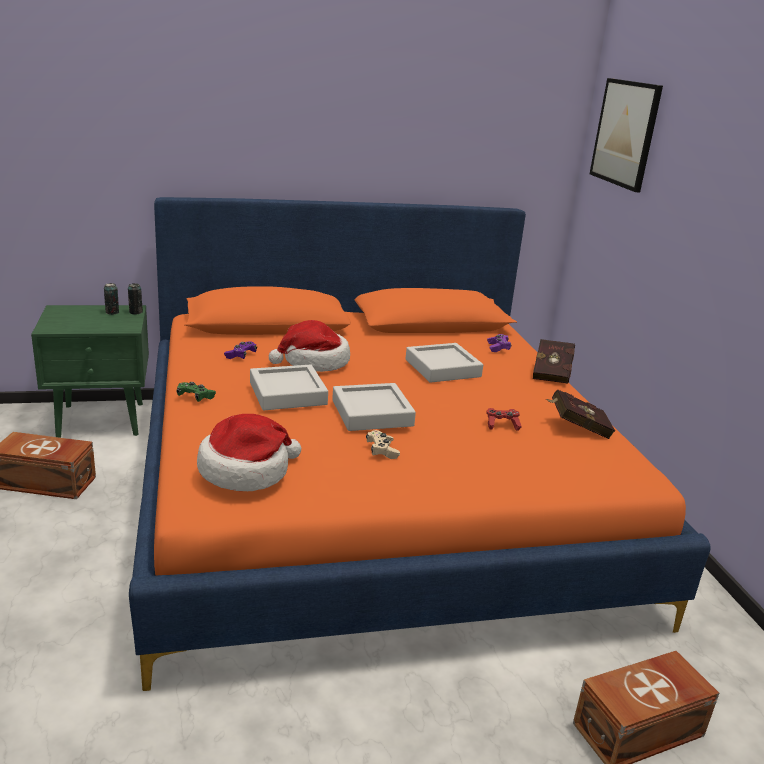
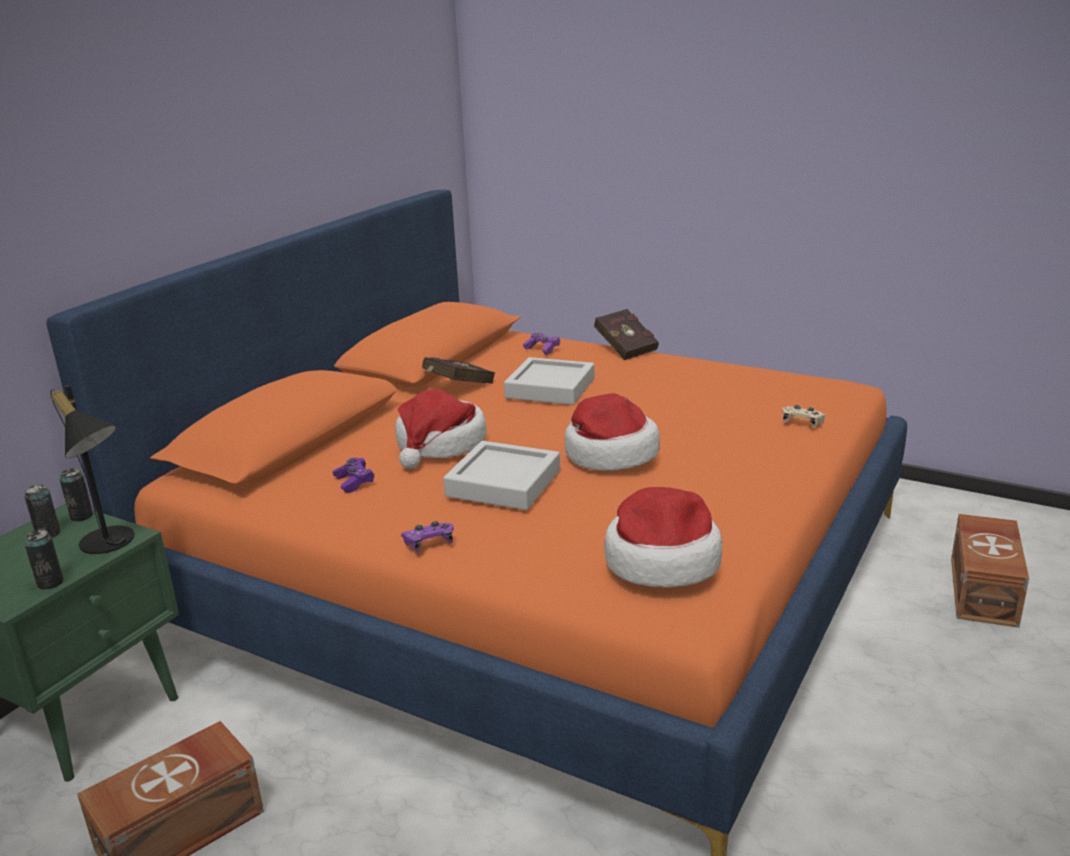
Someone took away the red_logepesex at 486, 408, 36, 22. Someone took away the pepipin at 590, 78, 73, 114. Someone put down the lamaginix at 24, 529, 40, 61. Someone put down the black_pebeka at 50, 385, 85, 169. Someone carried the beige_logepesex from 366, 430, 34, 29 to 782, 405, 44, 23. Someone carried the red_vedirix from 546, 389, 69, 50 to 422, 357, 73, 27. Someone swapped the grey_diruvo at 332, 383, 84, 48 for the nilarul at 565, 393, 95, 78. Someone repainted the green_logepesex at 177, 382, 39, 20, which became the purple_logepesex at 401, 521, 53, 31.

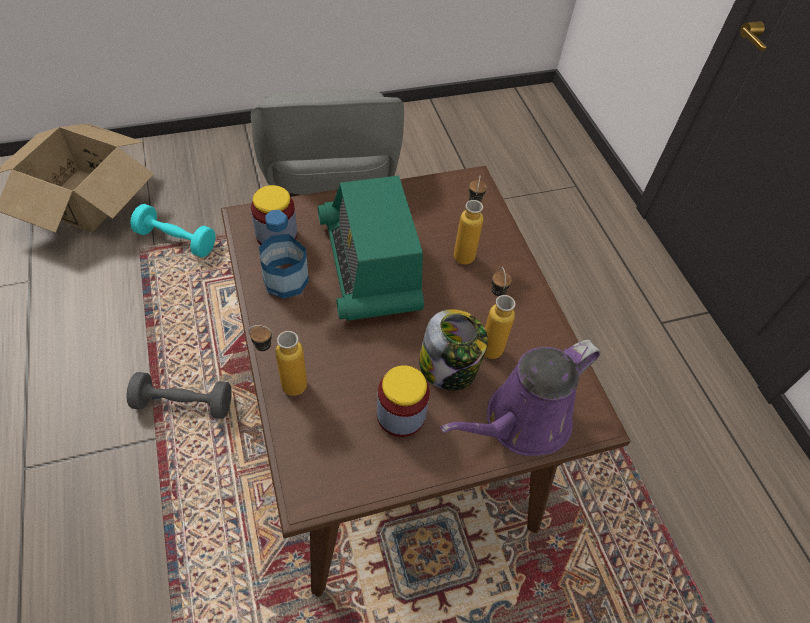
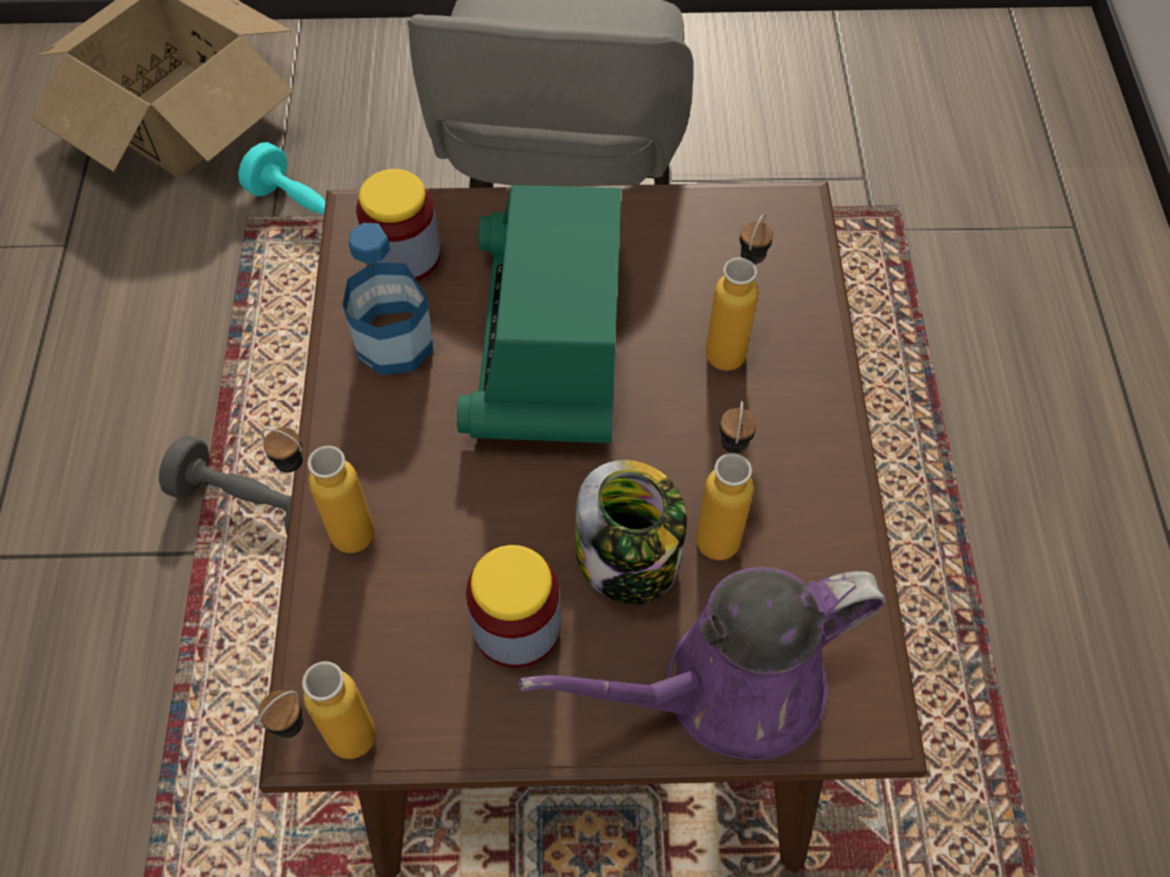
Someone put down the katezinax at 257, 661, 119, 98.

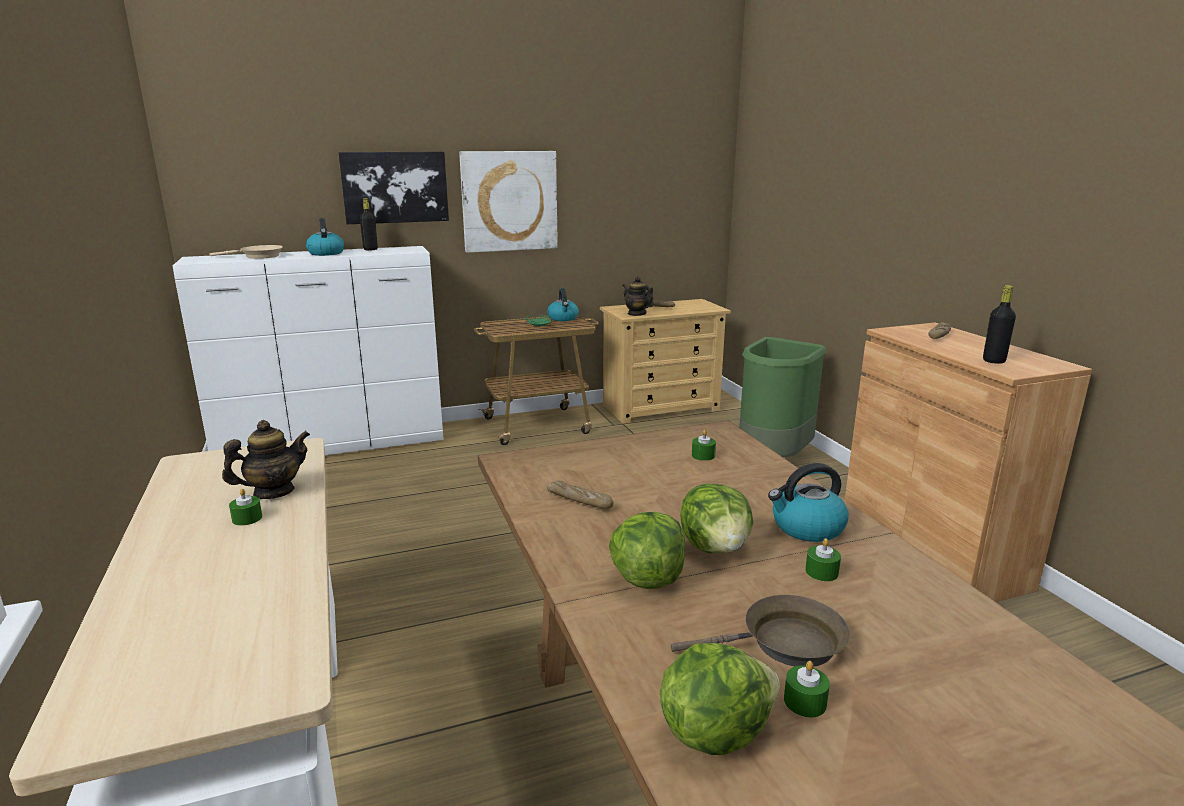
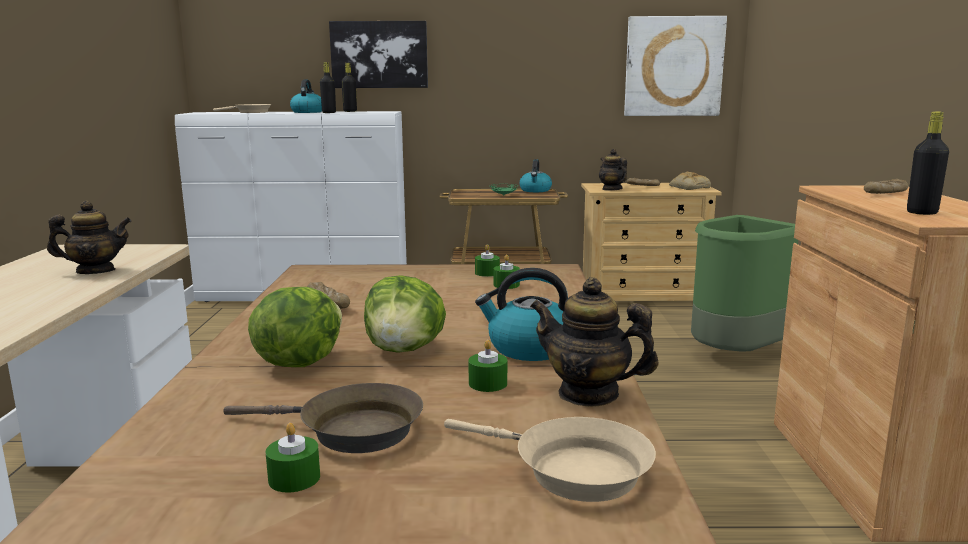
Someone took away the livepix at 660, 643, 120, 112. Someone put down the black_katezinax at 320, 62, 16, 51. Someone put down the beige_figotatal at 444, 417, 212, 85. Someone put down the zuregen at 530, 277, 129, 130. Someone put down the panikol at 669, 172, 42, 18. Someone carried the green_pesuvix from 229, 489, 33, 37 to 475, 244, 25, 33. Someone carried the pepipin from 459, 151, 99, 102 to 624, 16, 103, 100.

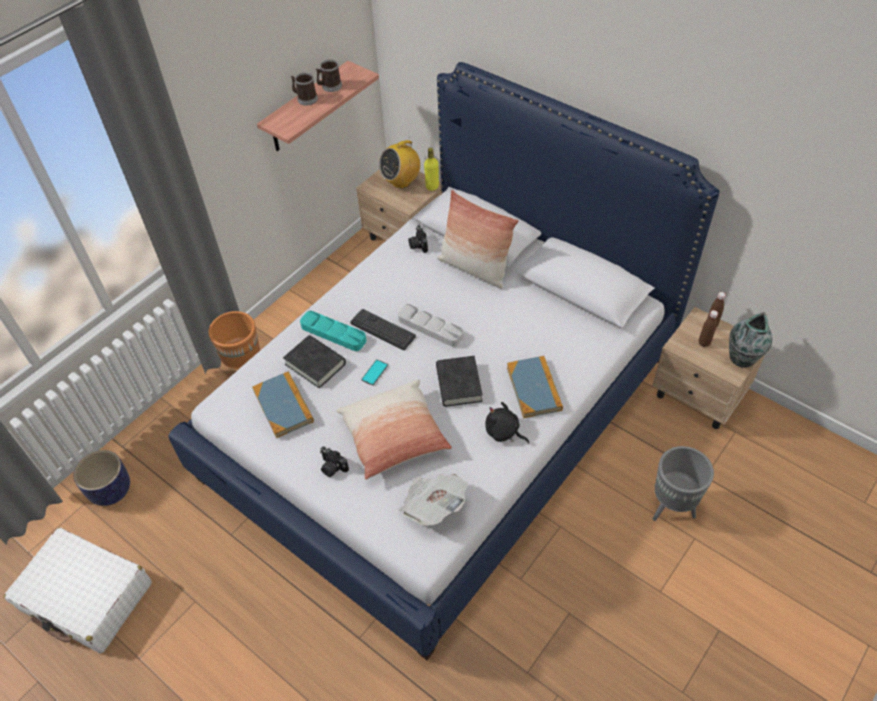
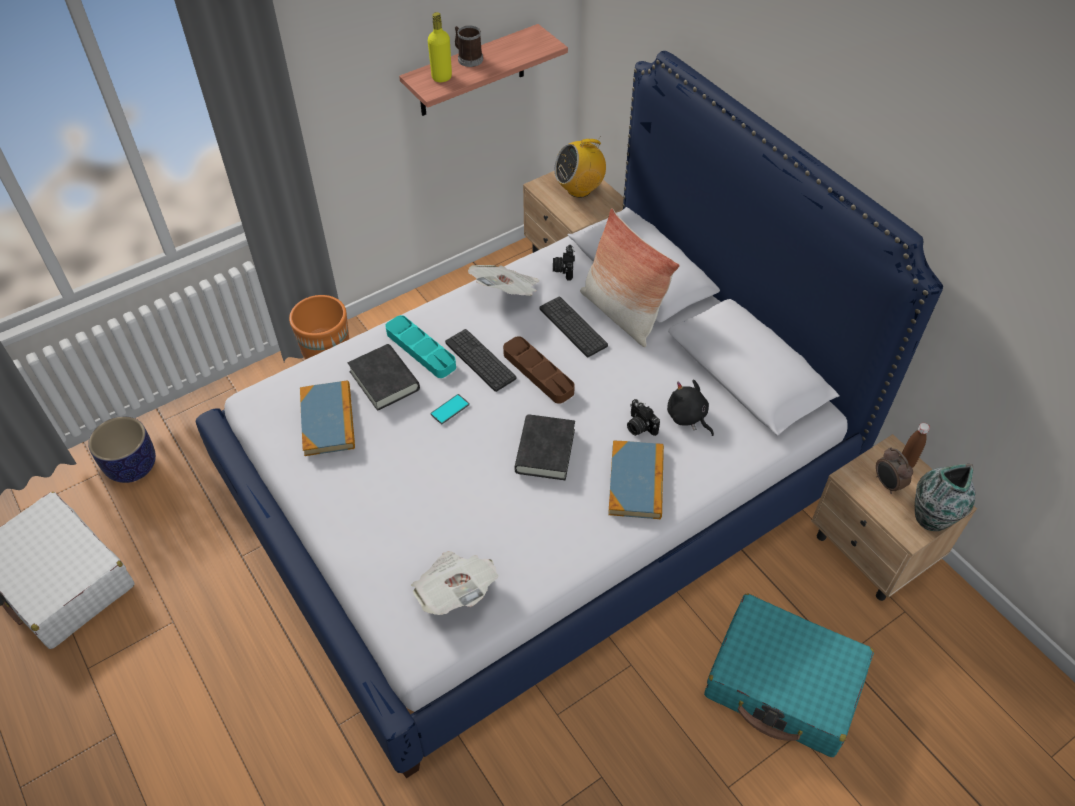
Someone took away the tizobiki at 316, 60, 26, 32. Someone took away the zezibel at 336, 380, 116, 100. Someone put down the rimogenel at 468, 265, 71, 31. Someone put down the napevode at 540, 297, 68, 60. Someone carried the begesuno from 320, 446, 29, 31 to 627, 399, 33, 37. Someone carried the yellow_katezinax from 424, 148, 15, 43 to 428, 12, 24, 70. Someone carried the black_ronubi from 485, 402, 44, 41 to 667, 379, 47, 57. Someone swapped the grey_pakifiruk at 653, 446, 61, 75 for the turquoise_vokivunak at 704, 593, 170, 164. Someone swapped the brown_katezinax at 699, 310, 19, 37 for the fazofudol at 876, 447, 37, 47. Someone repainted the grey_diruvo at 398, 304, 65, 43, which became the brown_diruvo at 503, 336, 72, 68.

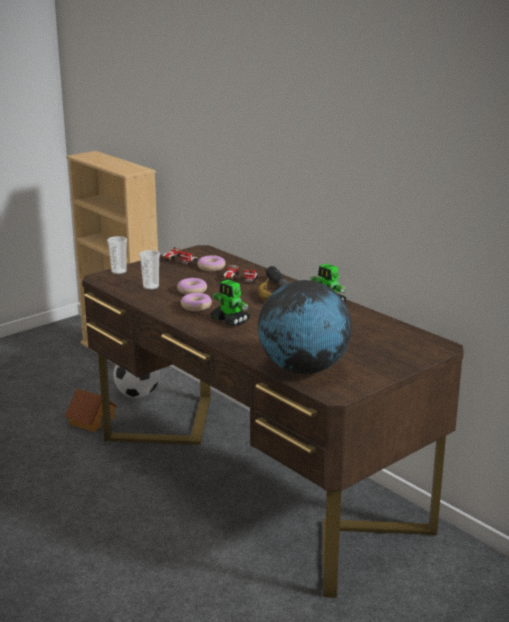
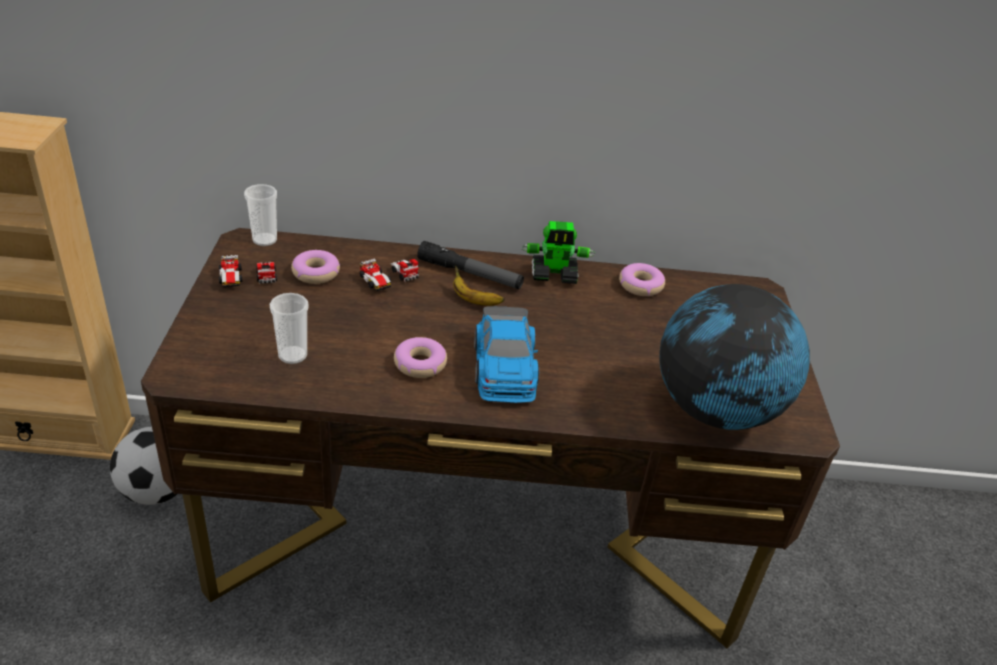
Someone took away the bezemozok at 65, 388, 52, 44. Someone carried the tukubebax from 107, 236, 20, 38 to 244, 184, 33, 62. Someone carried the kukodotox from 177, 278, 30, 17 to 619, 263, 46, 33. Someone swapped the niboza at 210, 280, 40, 47 for the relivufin at 474, 306, 65, 97.

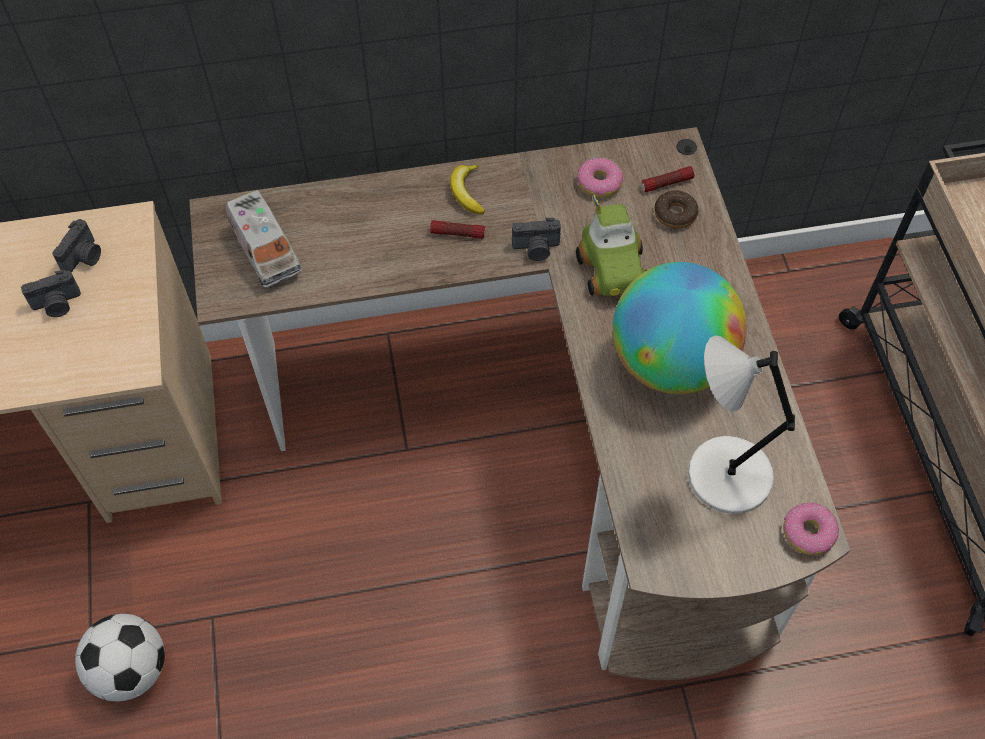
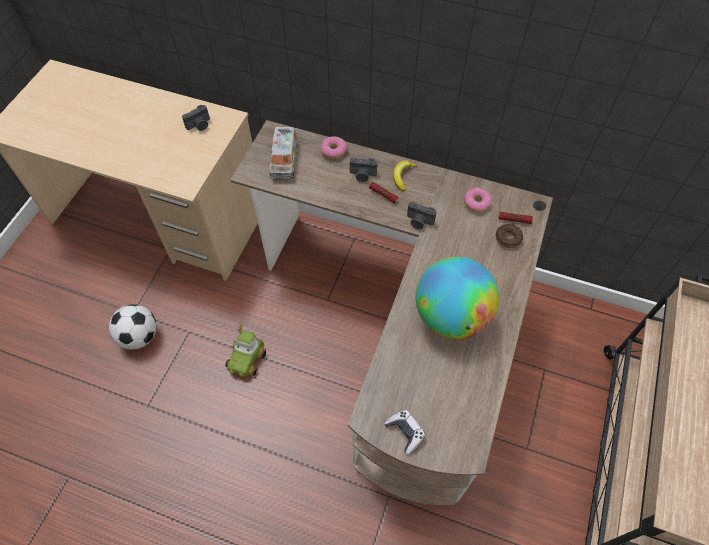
Someone took away the grey_pebeka at 688, 336, 107, 178. Someone put down the logepesex at 384, 410, 41, 45. Someone carried the begesuno from 21, 270, 60, 47 to 350, 158, 27, 24. Someone carried the relivufin from 576, 194, 71, 102 to 225, 323, 41, 54. Someone carried the kukodotox from 783, 503, 56, 52 to 321, 136, 26, 23.

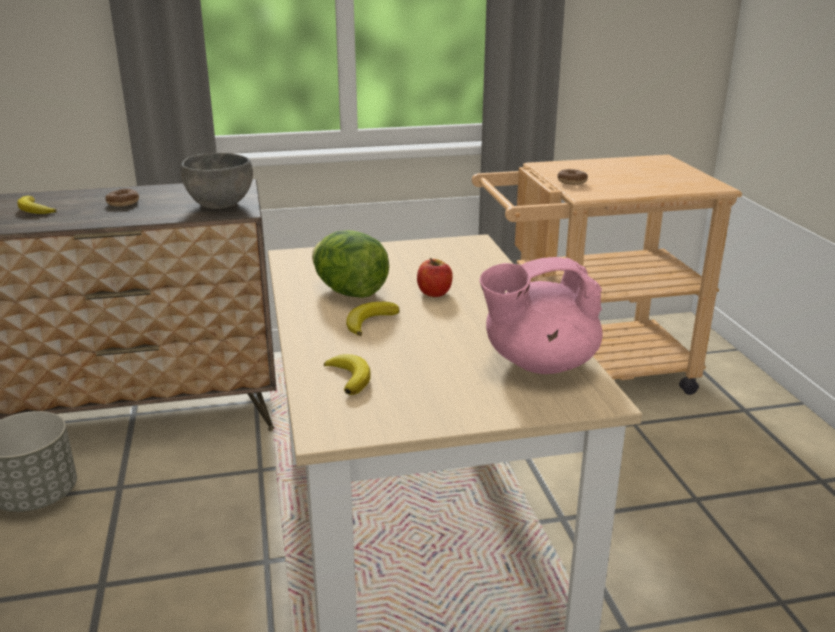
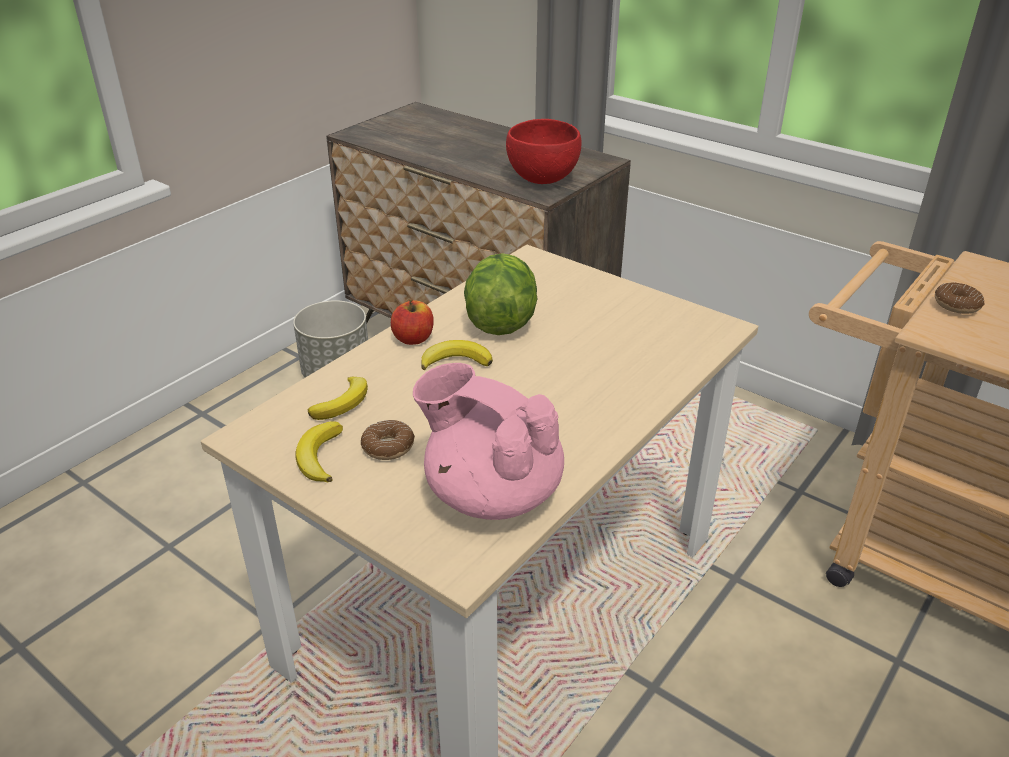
Someone carried the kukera from 17, 196, 40, 18 to 295, 421, 48, 61. Someone carried the kukodotox from 105, 188, 34, 19 to 361, 420, 54, 40. Someone carried the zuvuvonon from 417, 258, 36, 39 to 391, 300, 43, 45. Someone repainted the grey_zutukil at 180, 153, 73, 56, which became the red_zutukil at 506, 119, 75, 65.

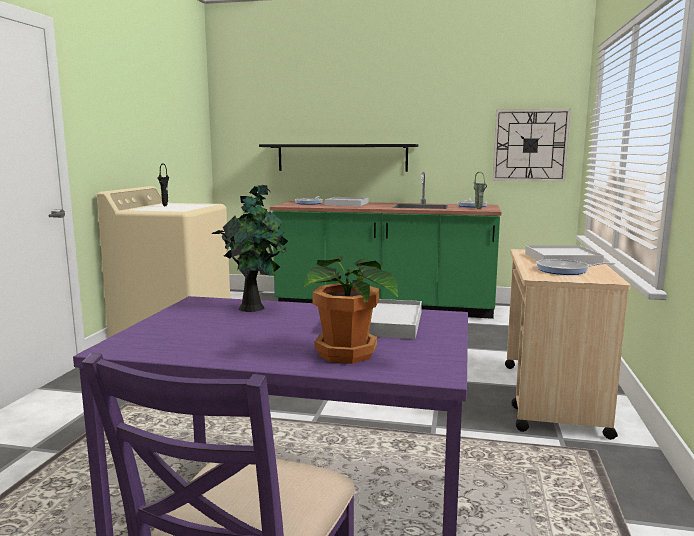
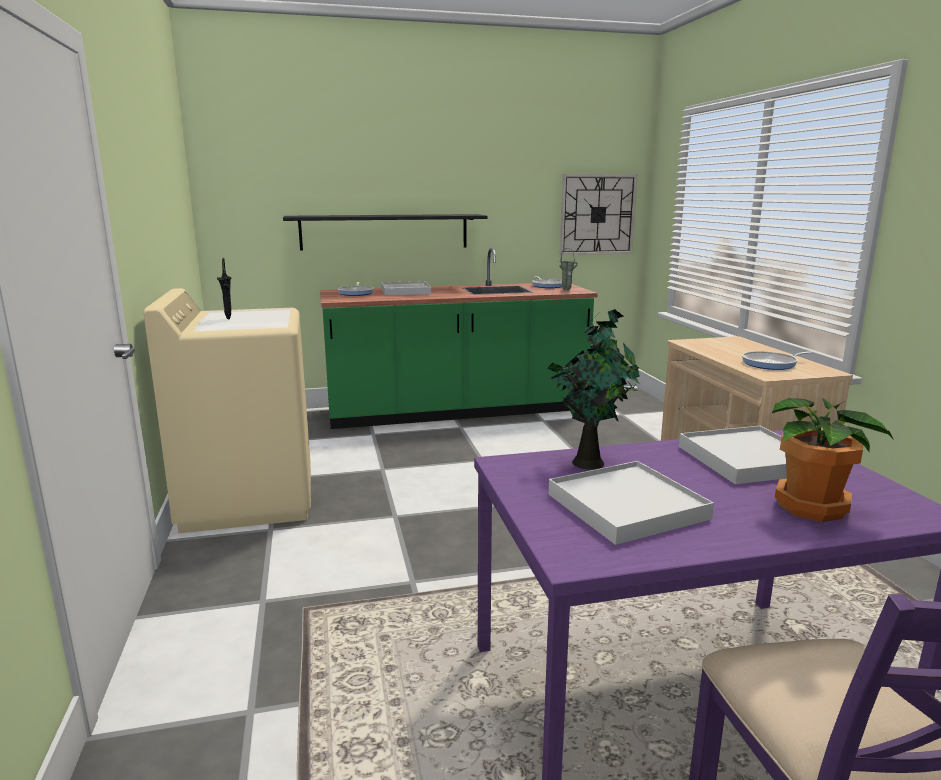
Someone carried the white_diruvo from 525, 245, 79, 19 to 549, 461, 165, 84.

